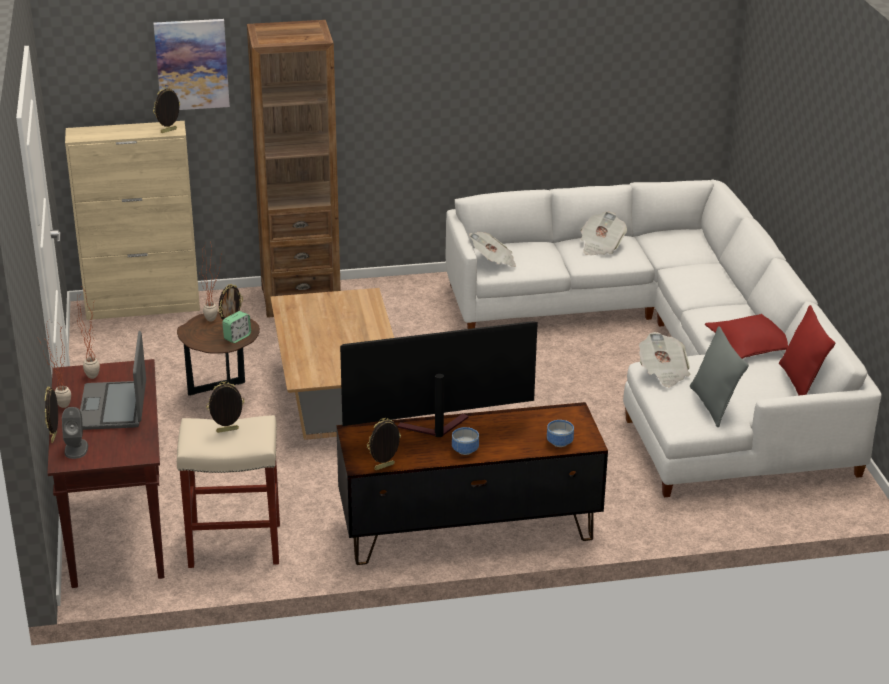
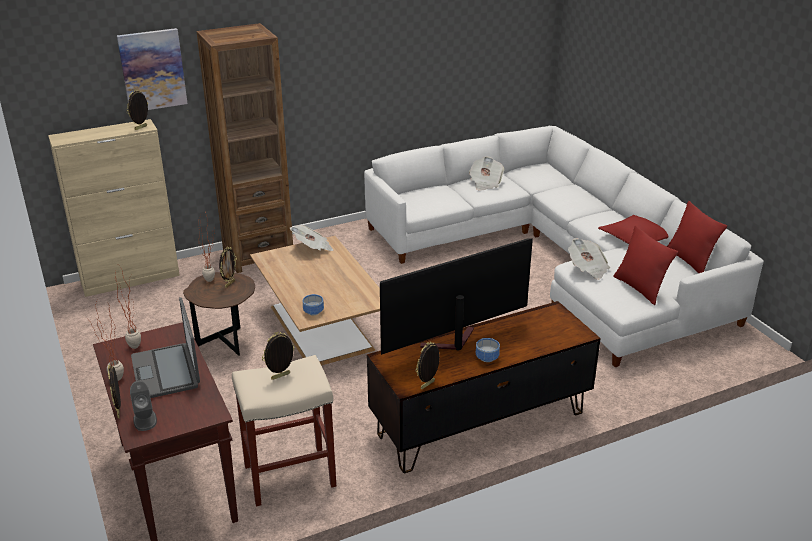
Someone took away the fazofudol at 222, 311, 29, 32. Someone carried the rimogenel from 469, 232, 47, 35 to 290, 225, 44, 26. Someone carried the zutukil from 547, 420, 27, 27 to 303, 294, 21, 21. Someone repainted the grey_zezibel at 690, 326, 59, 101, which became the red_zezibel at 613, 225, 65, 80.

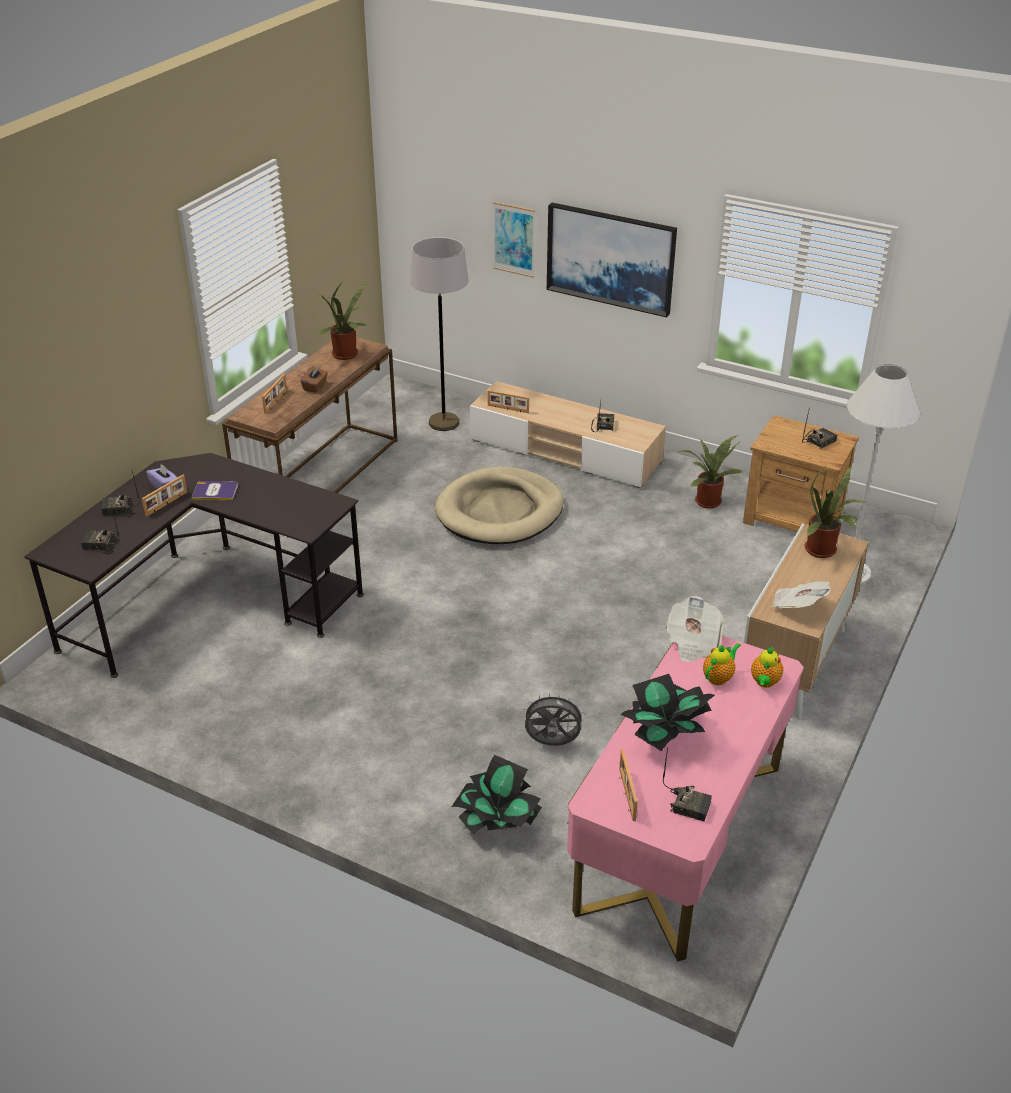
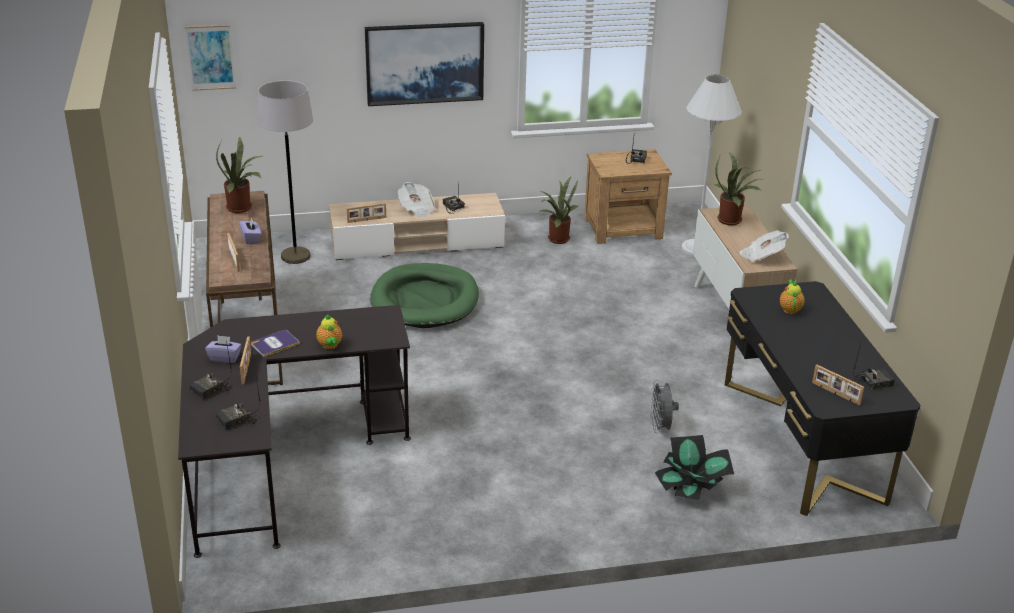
Someone took away the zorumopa at 620, 674, 95, 77. Someone carried the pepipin from 493, 202, 42, 76 to 185, 25, 51, 66. Someone carried the rimogenel from 665, 596, 60, 66 to 398, 182, 38, 36. Someone carried the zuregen from 751, 646, 32, 42 to 316, 315, 26, 34. Someone repainted the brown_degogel at 300, 366, 28, 27, which became the purple_degogel at 239, 217, 22, 27. Someone repainted the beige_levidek at 435, 467, 129, 77, which became the green_levidek at 370, 263, 109, 65. Someone repainted the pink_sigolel at 567, 636, 237, 326, which became the black_sigolel at 725, 281, 196, 235. Someone rotated the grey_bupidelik at 522, 692, 63, 54 by 60 degrees counterclockwise.

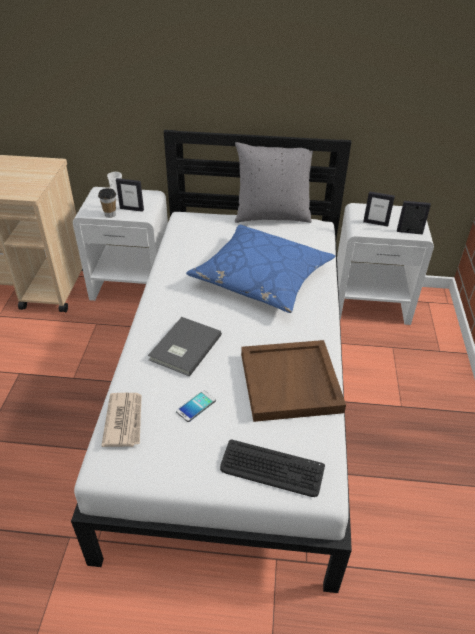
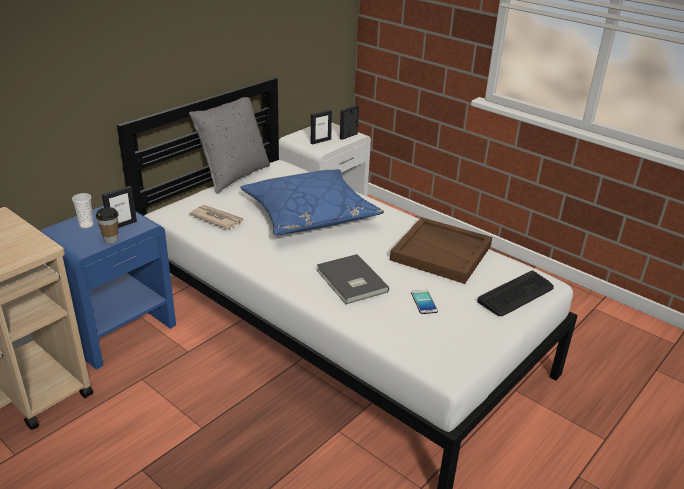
Someone carried the rimogenel from 101, 393, 41, 54 to 189, 205, 55, 25. Someone repainted the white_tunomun at 73, 187, 95, 114, which became the blue_tunomun at 40, 206, 136, 164.

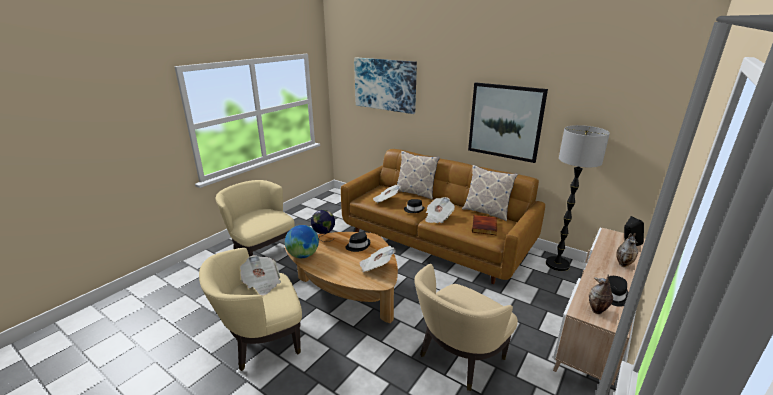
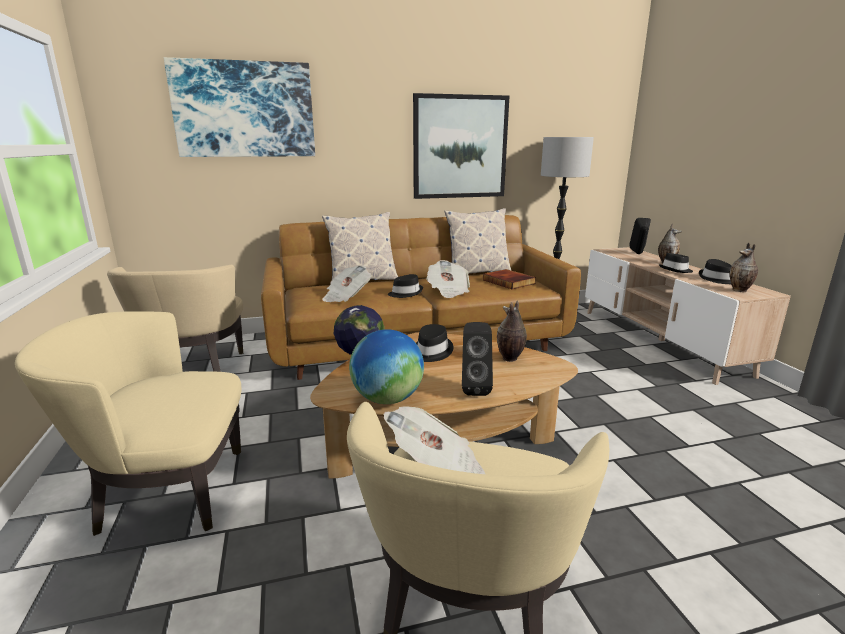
Someone put down the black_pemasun at 462, 322, 31, 74. Someone put down the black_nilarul at 659, 253, 34, 20. Someone carried the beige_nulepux from 414, 264, 104, 127 to 107, 265, 136, 107. Someone swapped the rimogenel at 360, 246, 36, 26 for the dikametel at 497, 300, 30, 62.

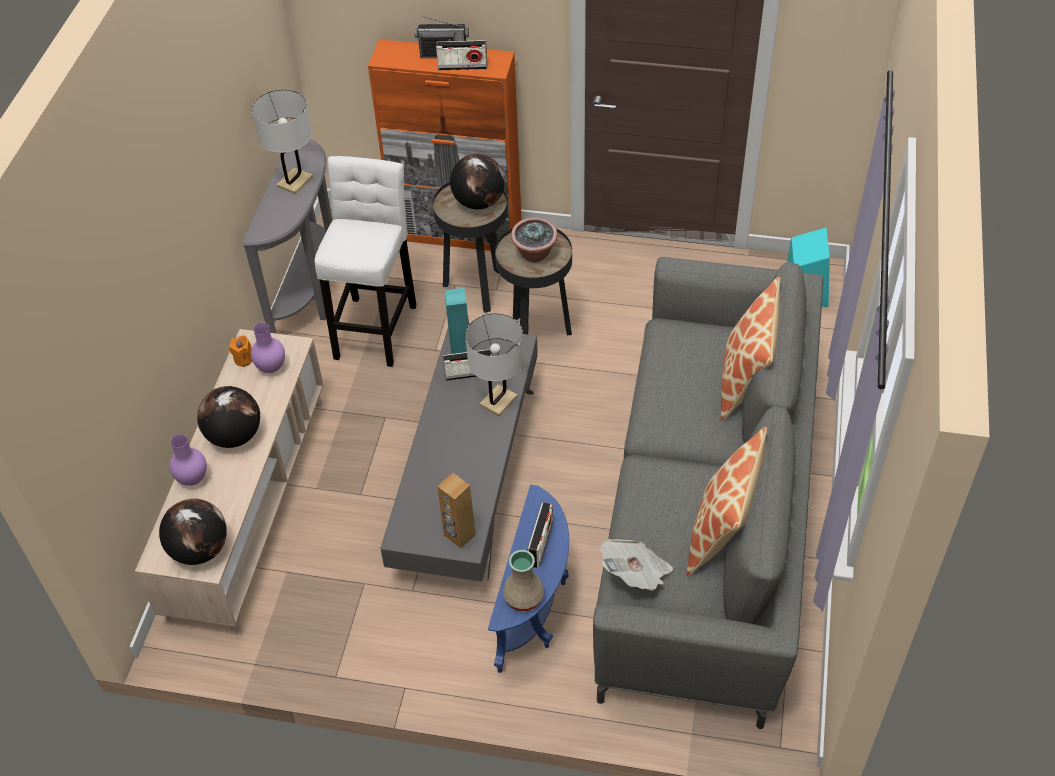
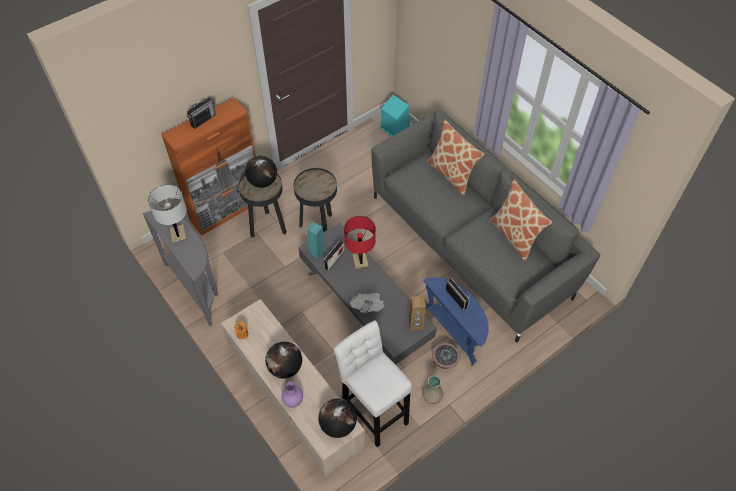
Someone took away the purple_dikametel at 251, 323, 34, 50. Someone took away the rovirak at 436, 40, 51, 30. Someone carried the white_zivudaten from 314, 156, 103, 211 to 333, 320, 79, 127. Someone carried the beige_dikametel from 503, 550, 41, 61 to 422, 375, 21, 29. Someone carried the zorumopa from 511, 217, 47, 45 to 433, 343, 27, 26. Someone carried the rimogenel from 600, 539, 73, 52 to 350, 293, 35, 20. Someone repainted the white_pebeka at 465, 313, 59, 103, which became the red_pebeka at 344, 216, 32, 53.

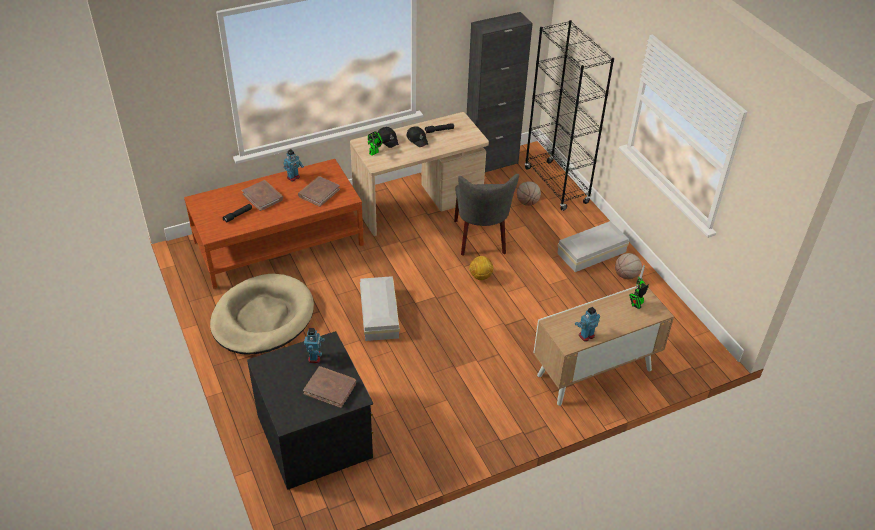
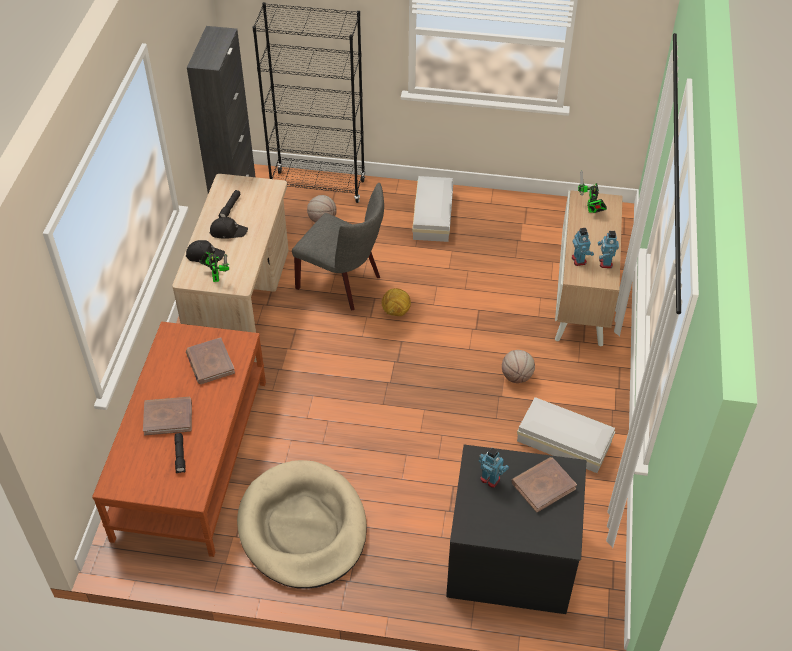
Someone carried the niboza from 283, 149, 21, 32 to 572, 228, 22, 38. Someone carried the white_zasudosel from 360, 276, 40, 65 to 517, 397, 98, 76. Someone carried the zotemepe from 615, 253, 27, 26 to 502, 350, 33, 33.

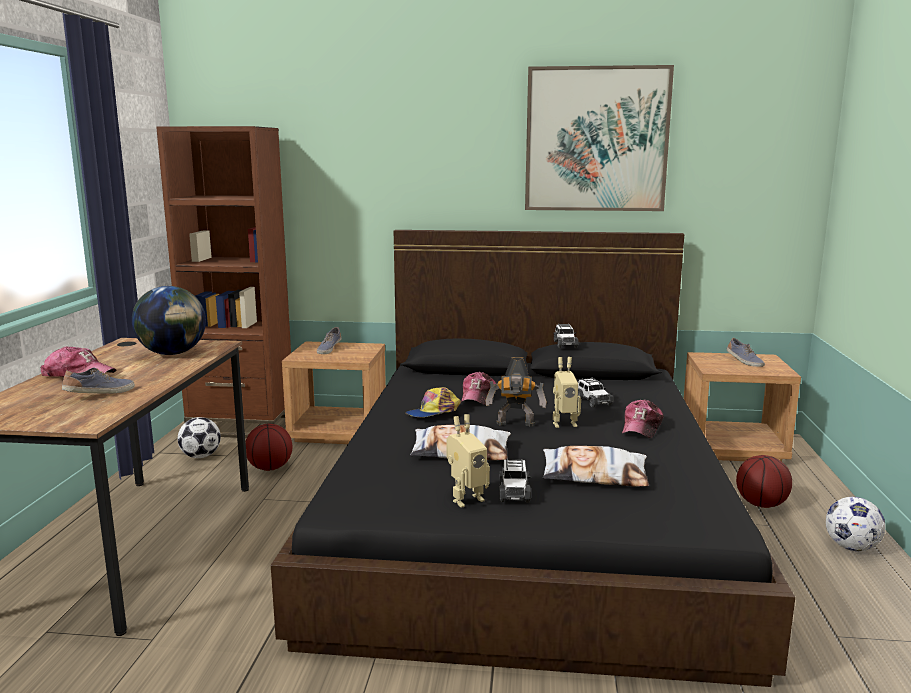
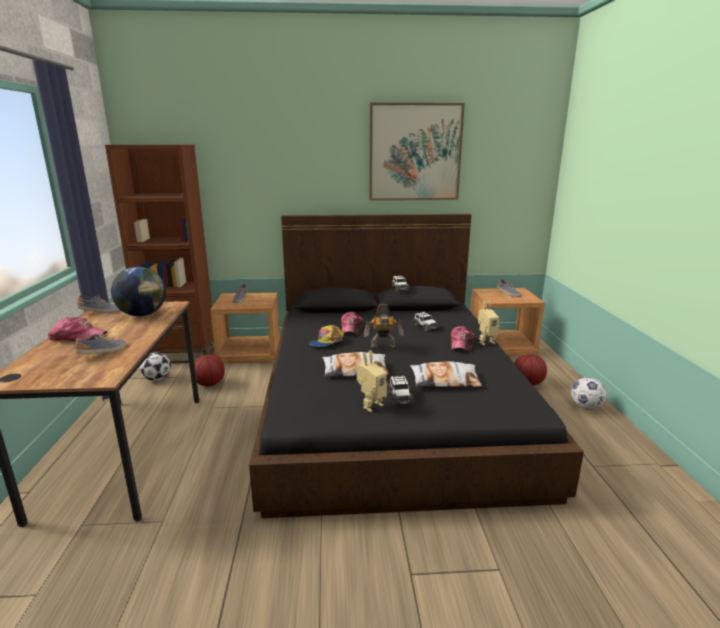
Someone put down the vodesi at 76, 295, 44, 18. Someone carried the niboza from 553, 357, 28, 71 to 478, 300, 22, 46.

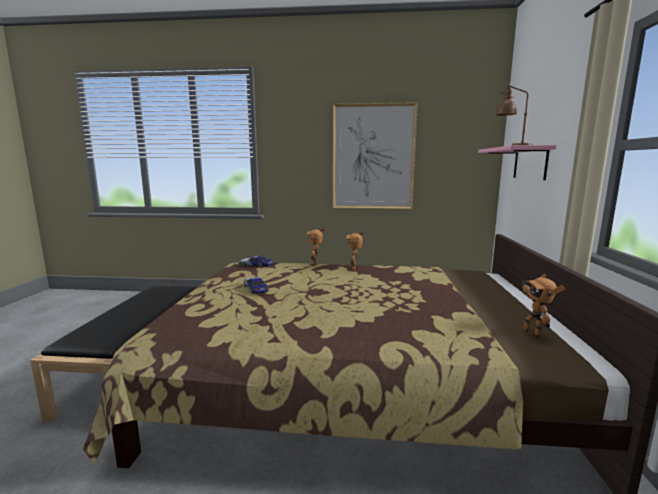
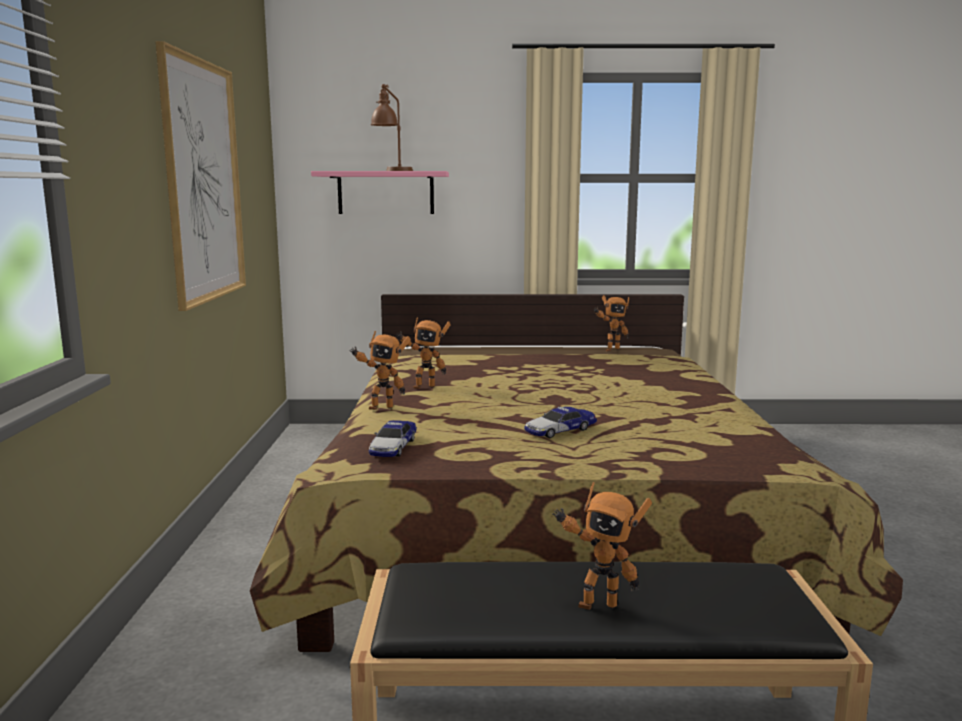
Someone put down the niboza at 552, 482, 100, 128.

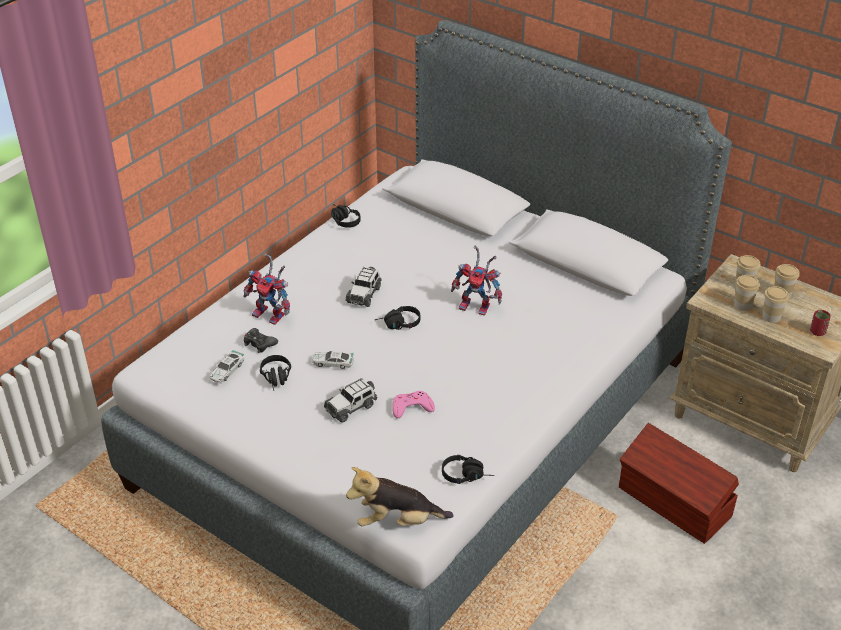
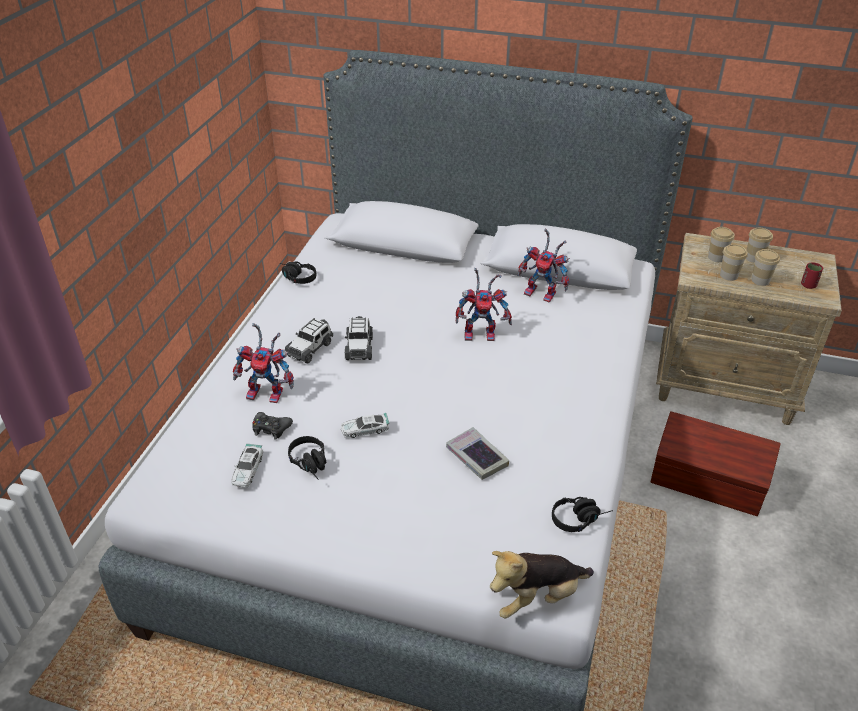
Someone took away the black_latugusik at 375, 306, 46, 24. Someone put down the niboza at 517, 229, 53, 73. Someone carried the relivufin from 324, 378, 54, 45 to 285, 318, 48, 45. Someone swapped the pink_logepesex at 392, 391, 43, 27 for the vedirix at 446, 427, 63, 53.

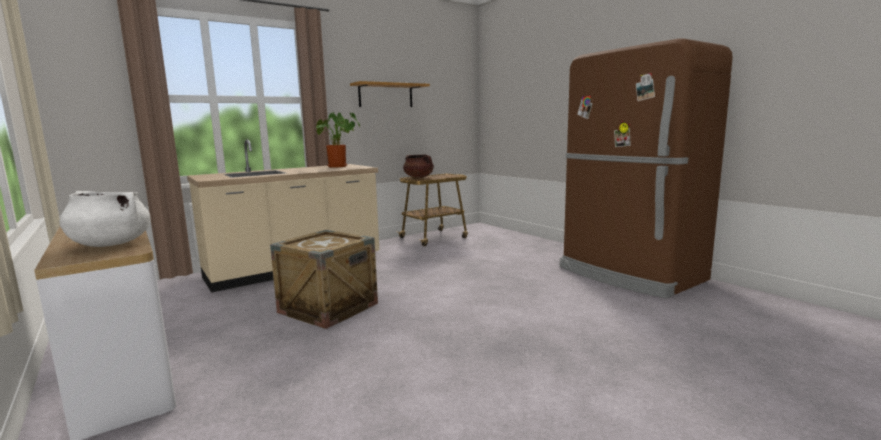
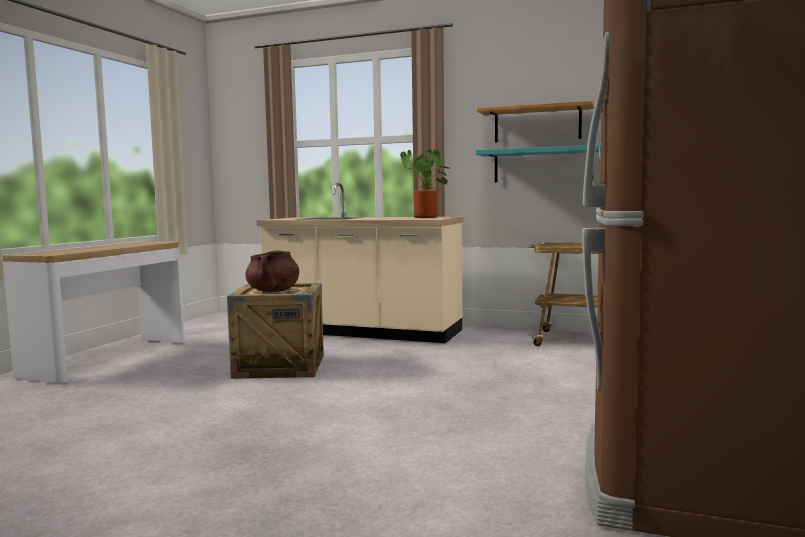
Someone took away the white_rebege at 59, 191, 92, 56. Someone put up the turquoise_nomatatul at 476, 145, 125, 37. Someone carried the brown_rebege from 403, 155, 31, 23 to 245, 250, 54, 42.

